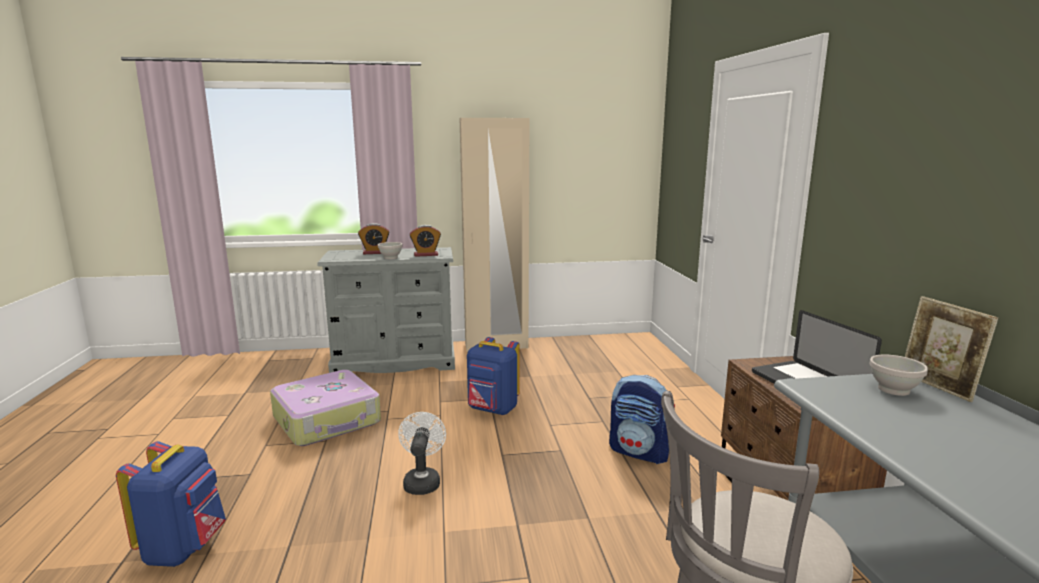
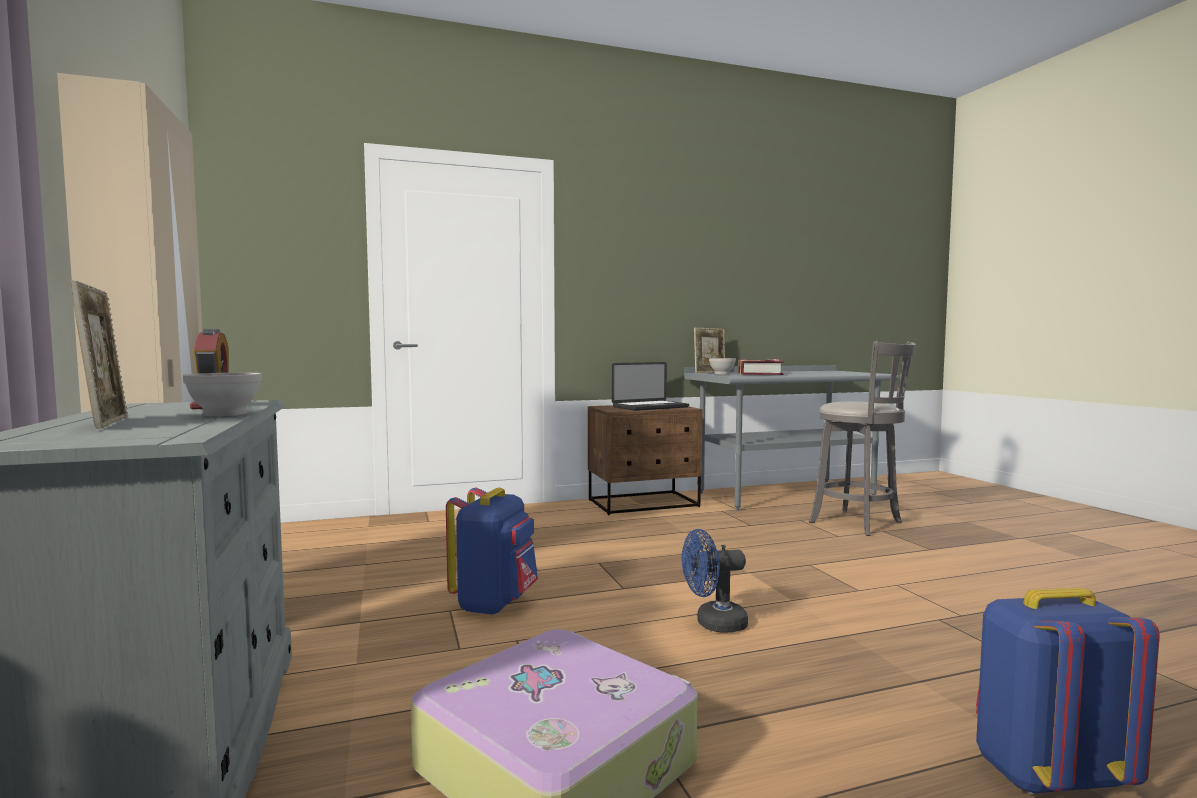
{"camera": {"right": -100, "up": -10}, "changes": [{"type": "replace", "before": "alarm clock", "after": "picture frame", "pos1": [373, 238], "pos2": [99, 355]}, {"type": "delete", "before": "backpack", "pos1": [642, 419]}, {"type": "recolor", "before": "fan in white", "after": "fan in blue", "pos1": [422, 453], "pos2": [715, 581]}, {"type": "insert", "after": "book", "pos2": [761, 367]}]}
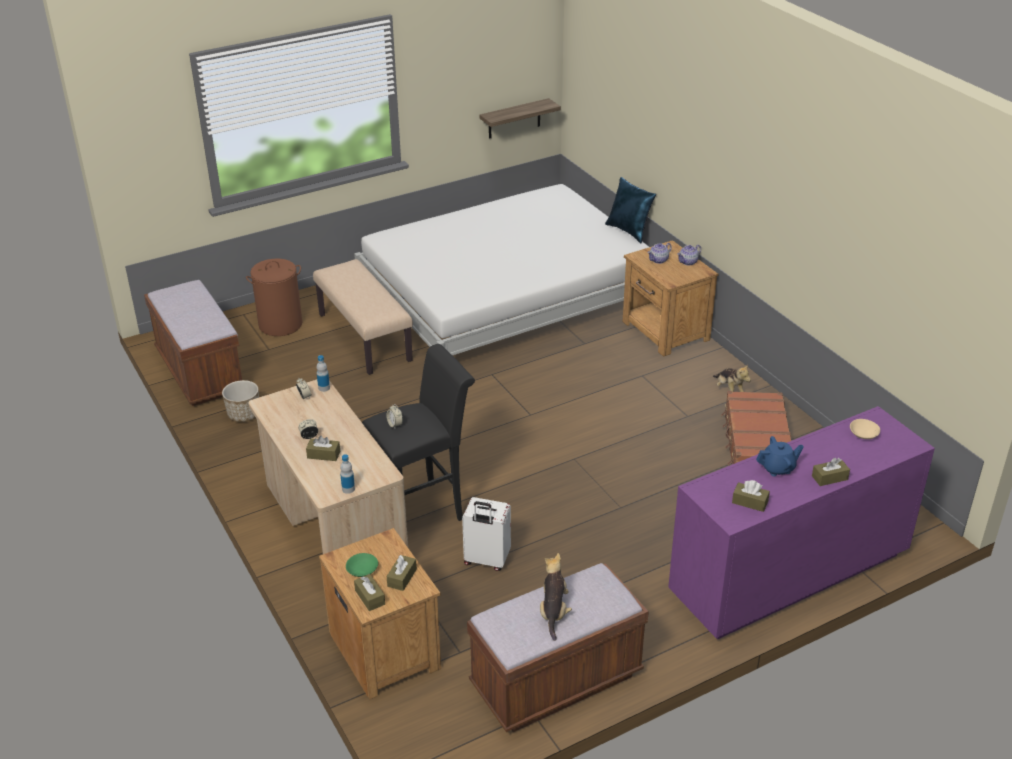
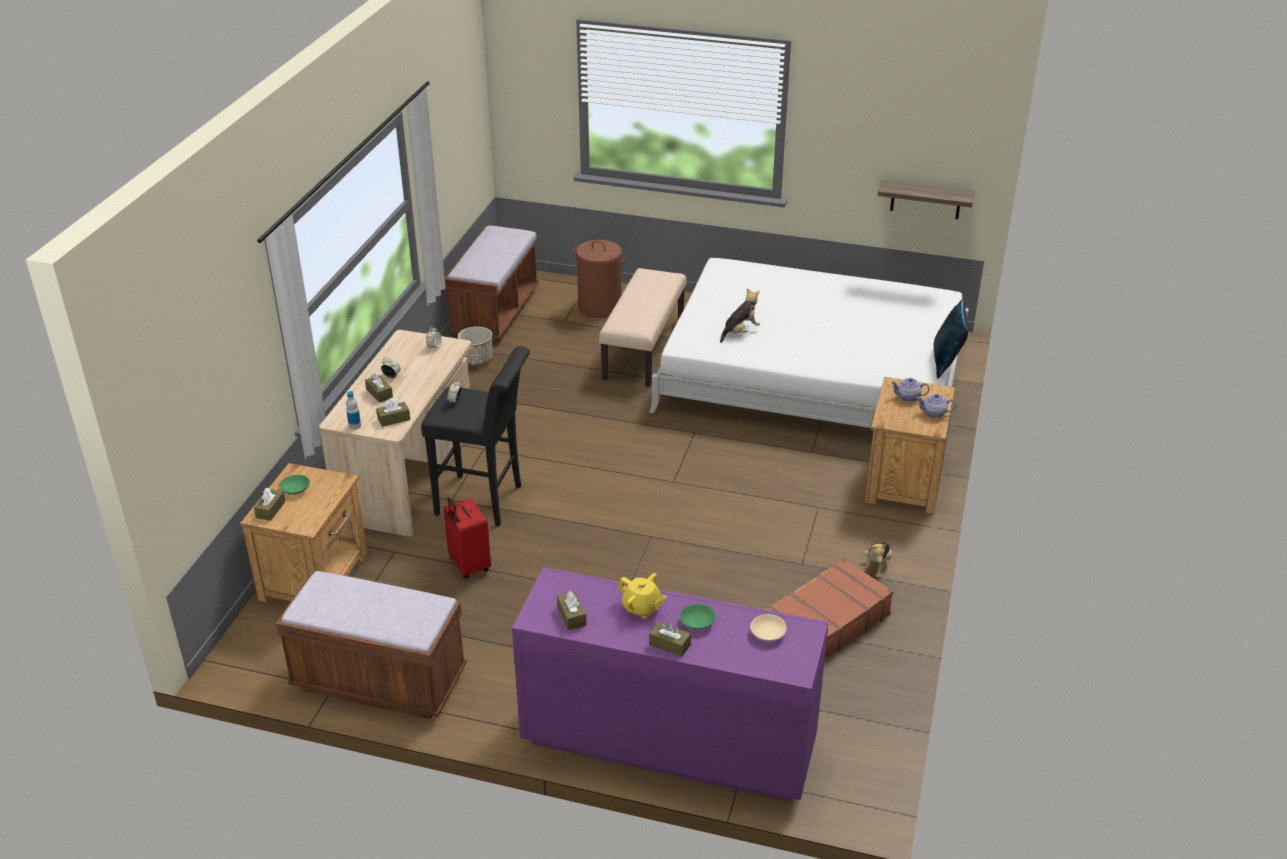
{"camera": {"right": 45, "up": 0}, "changes": [{"type": "delete", "before": "bottle", "pos1": [323, 373]}, {"type": "recolor", "before": "teapot in blue", "after": "teapot in yellow", "pos1": [780, 456], "pos2": [642, 596]}, {"type": "recolor", "before": "suitcase in white", "after": "suitcase in red", "pos1": [486, 534], "pos2": [467, 538]}, {"type": "move", "before": "plush toy", "pos1": [556, 597], "pos2": [740, 315]}, {"type": "move", "before": "tissue box in brown", "pos1": [402, 573], "pos2": [393, 412]}, {"type": "insert", "after": "bowl in green", "pos2": [697, 616]}]}
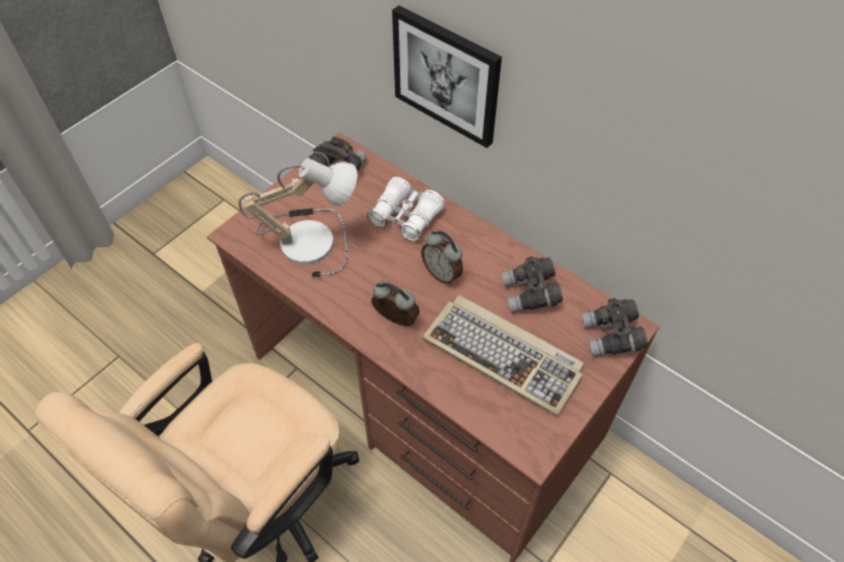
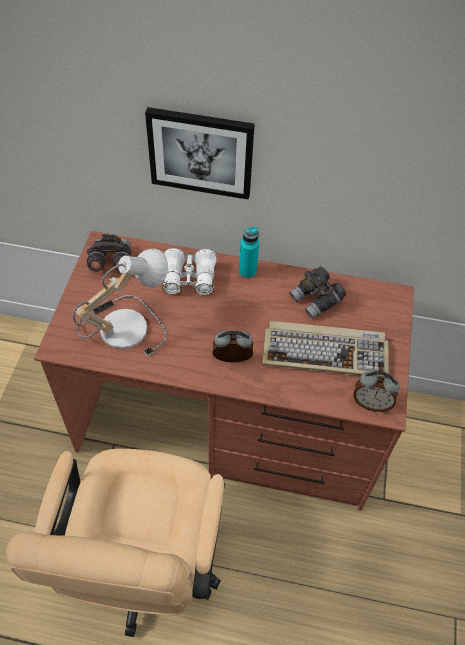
{"camera": {"right": -30, "up": 0}, "changes": [{"type": "move", "before": "alarm clock", "pos1": [442, 258], "pos2": [376, 391]}, {"type": "delete", "before": "binoculars in grey", "pos1": [614, 327]}, {"type": "insert", "after": "bottle in turquoise", "pos2": [249, 252]}]}
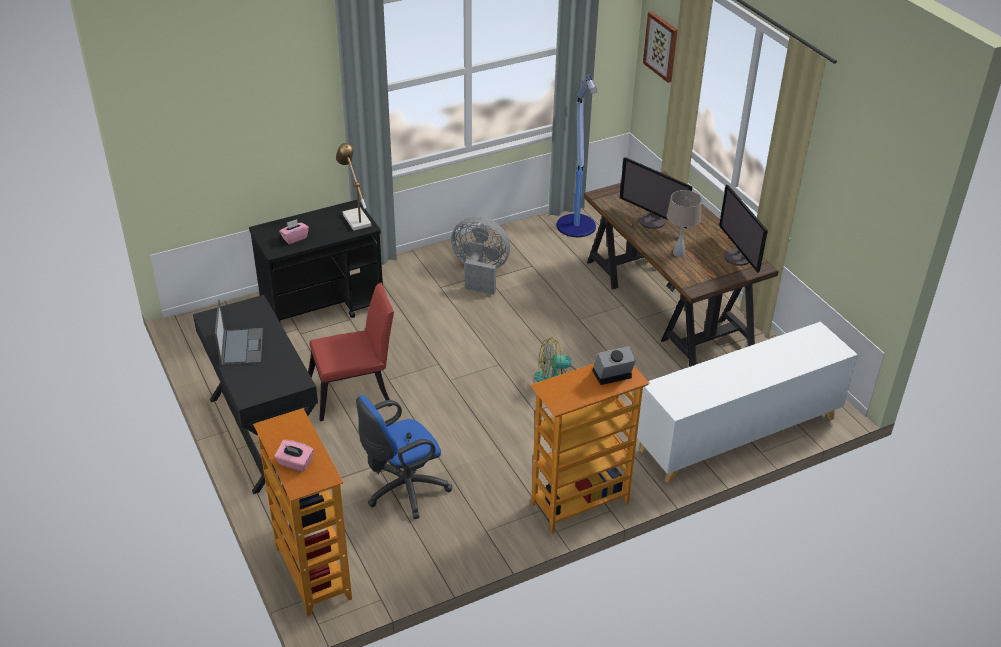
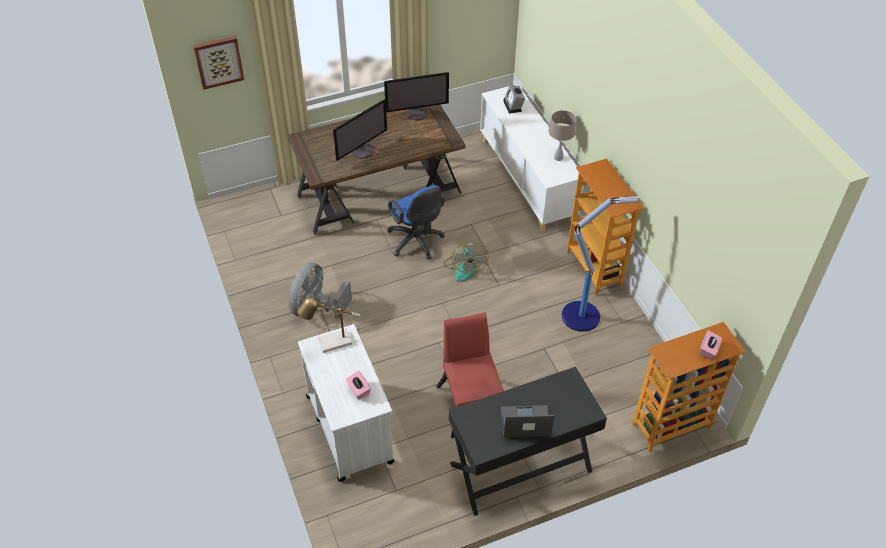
{"camera": {"right": -85, "up": 10}, "changes": [{"type": "move", "before": "floor lamp", "pos1": [576, 155], "pos2": [600, 264]}, {"type": "move", "before": "table lamp in beige", "pos1": [684, 223], "pos2": [562, 135]}, {"type": "recolor", "before": "cart in black", "after": "cart in white", "pos1": [316, 261], "pos2": [346, 403]}, {"type": "move", "before": "alarm clock", "pos1": [614, 365], "pos2": [514, 99]}, {"type": "move", "before": "office chair in blue", "pos1": [404, 457], "pos2": [416, 222]}]}
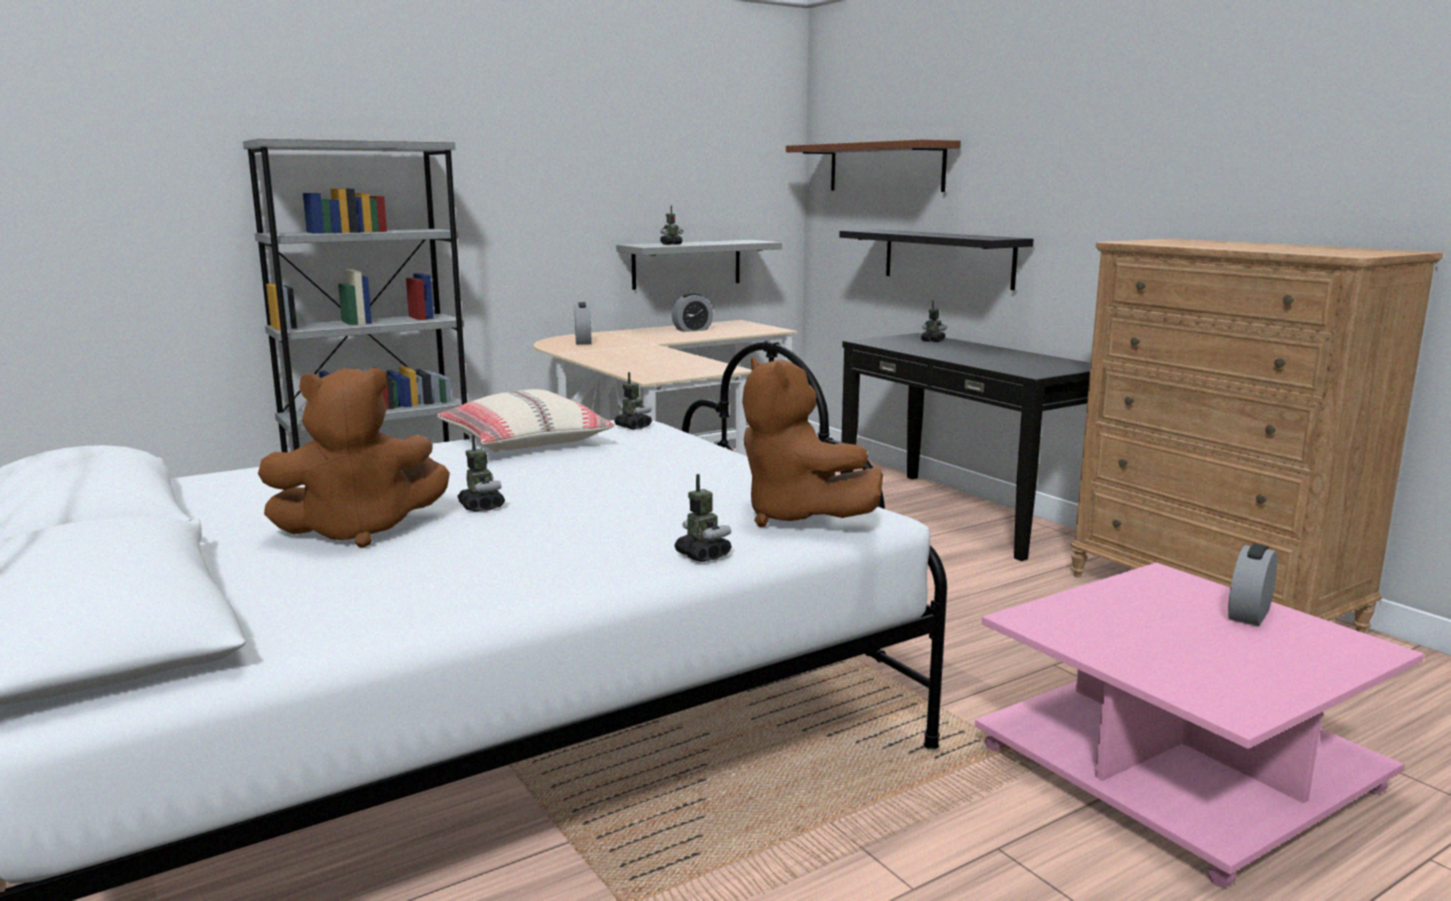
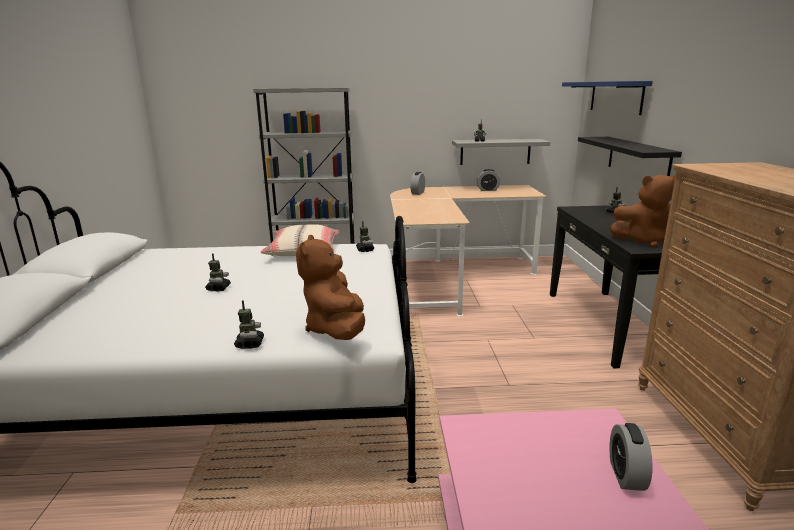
{"camera": {"right": 30, "up": 5}, "changes": [{"type": "recolor", "before": "shelf in brown", "after": "shelf in blue", "pos1": [873, 165], "pos2": [607, 98]}, {"type": "move", "before": "plush toy in brown", "pos1": [354, 458], "pos2": [642, 211]}, {"type": "rotate", "before": "alarm clock", "pos1": [1252, 584], "pos2": [631, 457], "turn": -60}]}
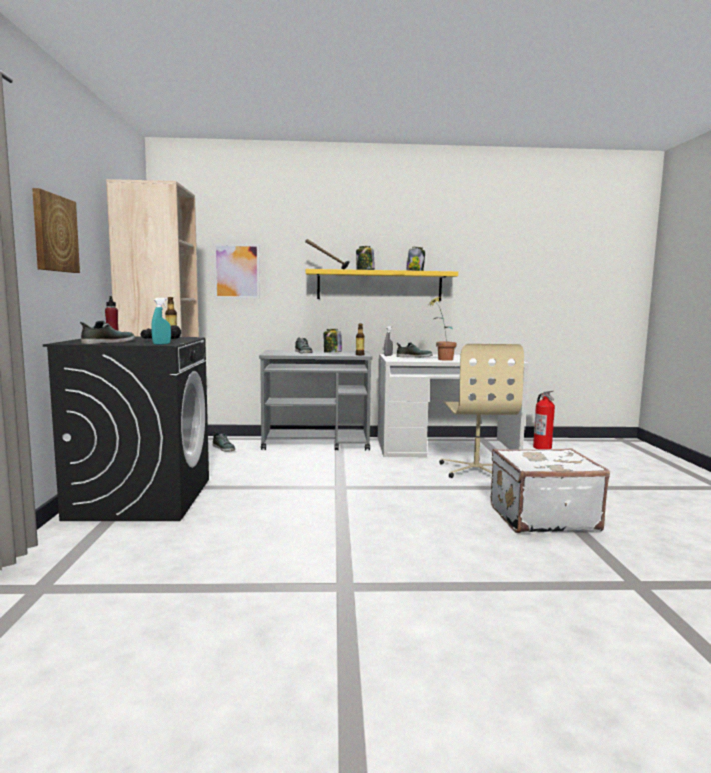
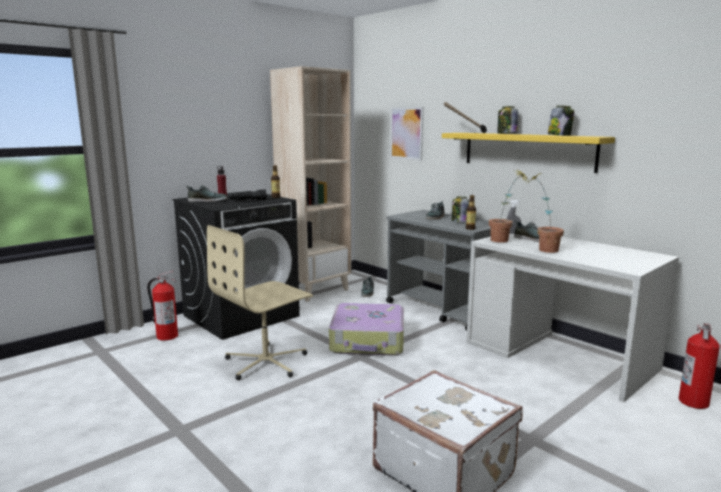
{"camera": {"right": 50, "up": 5}, "changes": [{"type": "delete", "before": "picture", "pos1": [56, 230]}, {"type": "delete", "before": "spray bottle in turquoise", "pos1": [161, 321]}, {"type": "move", "before": "office chair in beige", "pos1": [481, 411], "pos2": [260, 302]}, {"type": "insert", "after": "potted plant", "pos2": [508, 206]}, {"type": "insert", "after": "fire extinguisher", "pos2": [162, 306]}, {"type": "insert", "after": "suitcase", "pos2": [366, 329]}]}
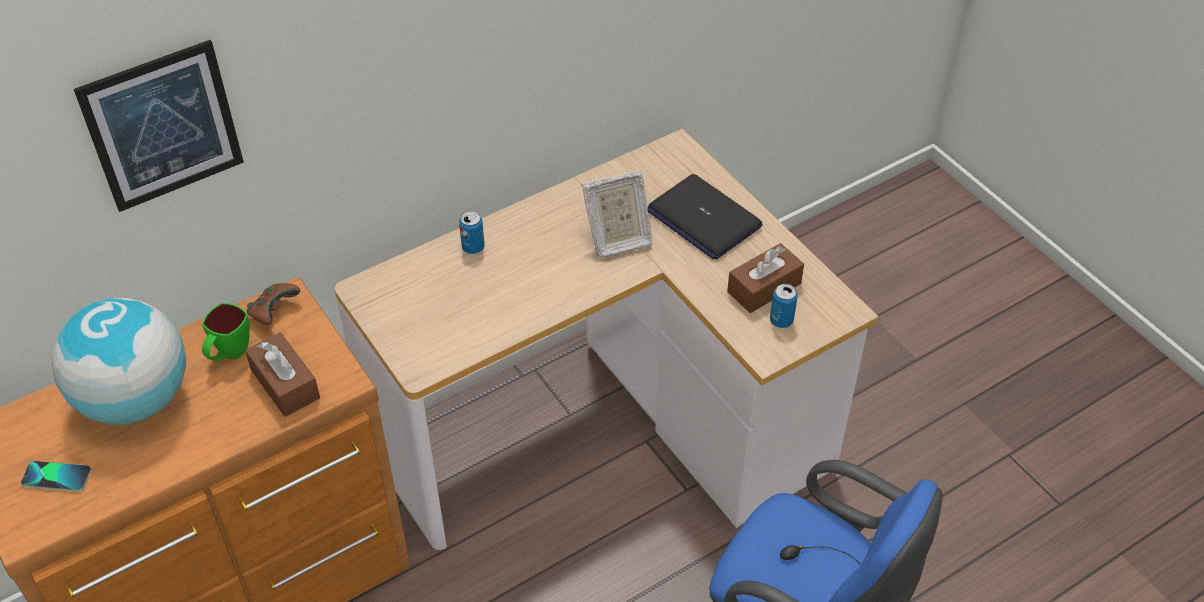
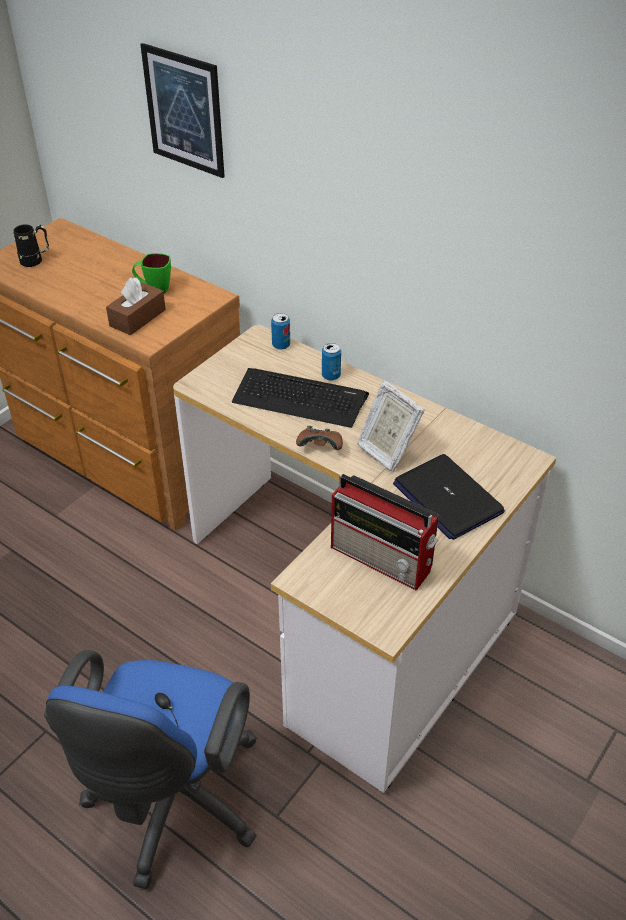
{"camera": {"right": 70, "up": -5}, "changes": [{"type": "rotate", "before": "laptop", "pos1": [705, 216], "pos2": [449, 497], "turn": -60}, {"type": "replace", "before": "tissue box in brown", "after": "radio", "pos1": [765, 278], "pos2": [385, 532]}, {"type": "move", "before": "game controller in brown", "pos1": [273, 304], "pos2": [319, 438]}, {"type": "move", "before": "can", "pos1": [784, 306], "pos2": [280, 331]}, {"type": "delete", "before": "globe", "pos1": [119, 361]}, {"type": "replace", "before": "phone", "after": "mug in black", "pos1": [56, 476], "pos2": [31, 245]}, {"type": "insert", "after": "keyboard", "pos2": [300, 398]}]}
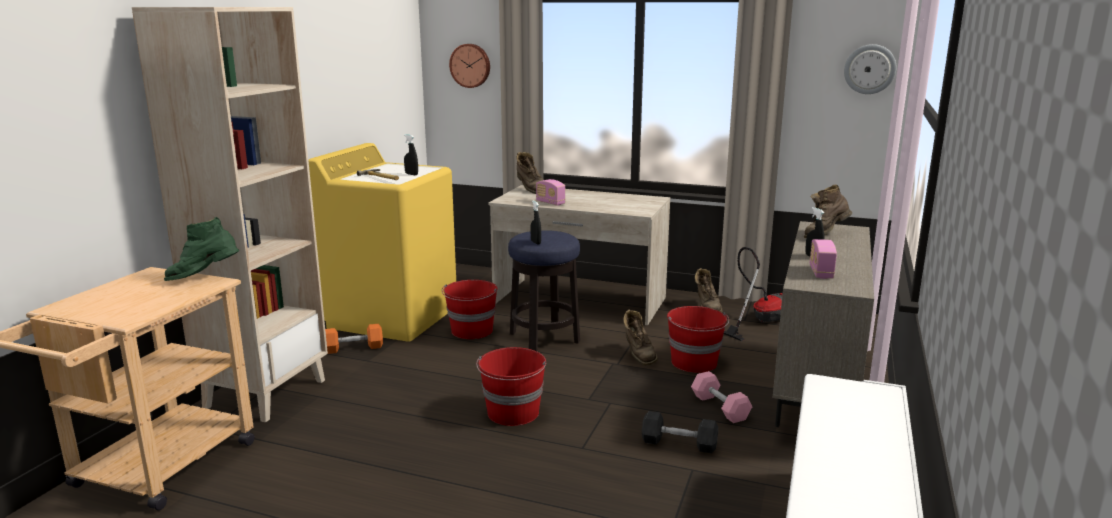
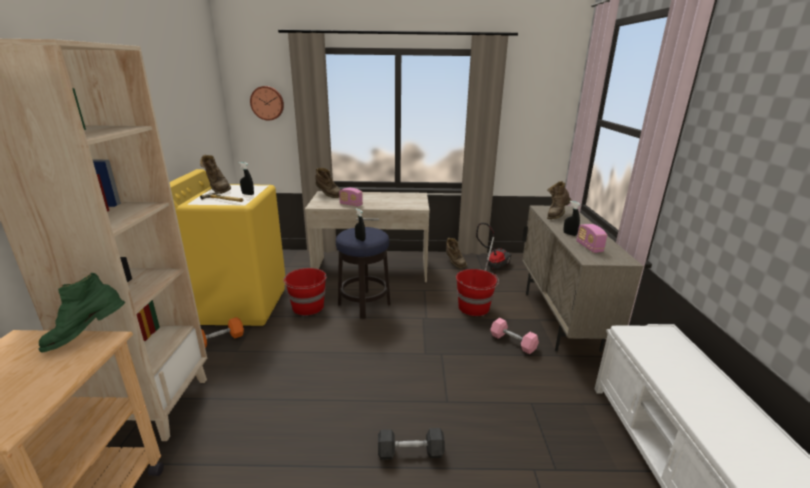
{"camera": {"right": -20, "up": 5}, "changes": [{"type": "delete", "before": "wall clock", "pos1": [870, 69]}, {"type": "move", "before": "boot in brown", "pos1": [640, 338], "pos2": [215, 174]}, {"type": "delete", "before": "bucket in red", "pos1": [511, 386]}, {"type": "move", "before": "dumbbell in grey", "pos1": [680, 432], "pos2": [411, 444]}]}
